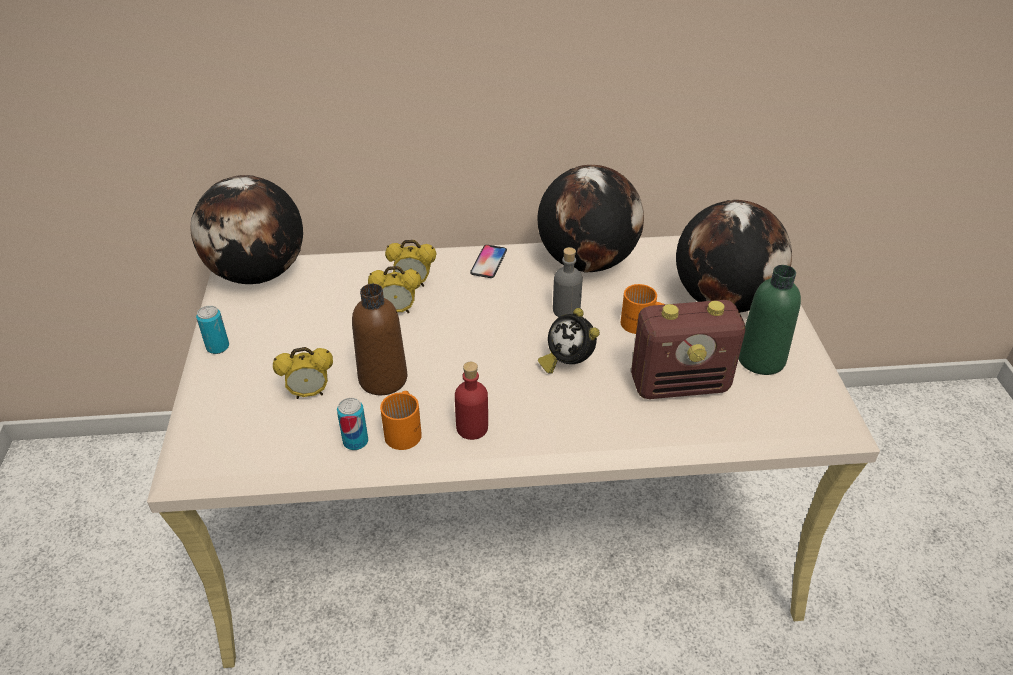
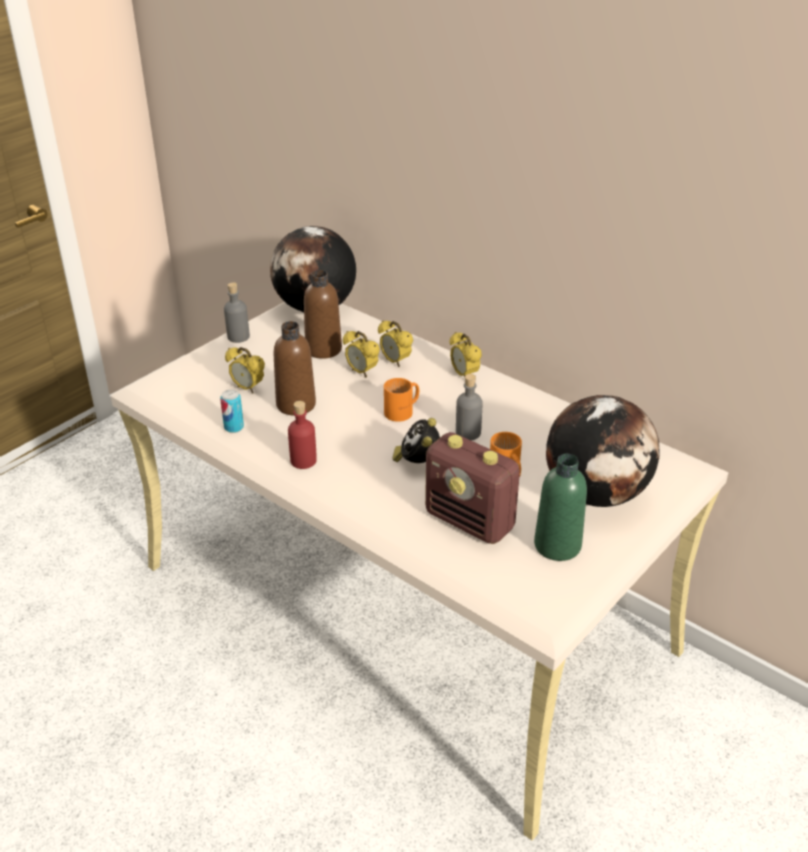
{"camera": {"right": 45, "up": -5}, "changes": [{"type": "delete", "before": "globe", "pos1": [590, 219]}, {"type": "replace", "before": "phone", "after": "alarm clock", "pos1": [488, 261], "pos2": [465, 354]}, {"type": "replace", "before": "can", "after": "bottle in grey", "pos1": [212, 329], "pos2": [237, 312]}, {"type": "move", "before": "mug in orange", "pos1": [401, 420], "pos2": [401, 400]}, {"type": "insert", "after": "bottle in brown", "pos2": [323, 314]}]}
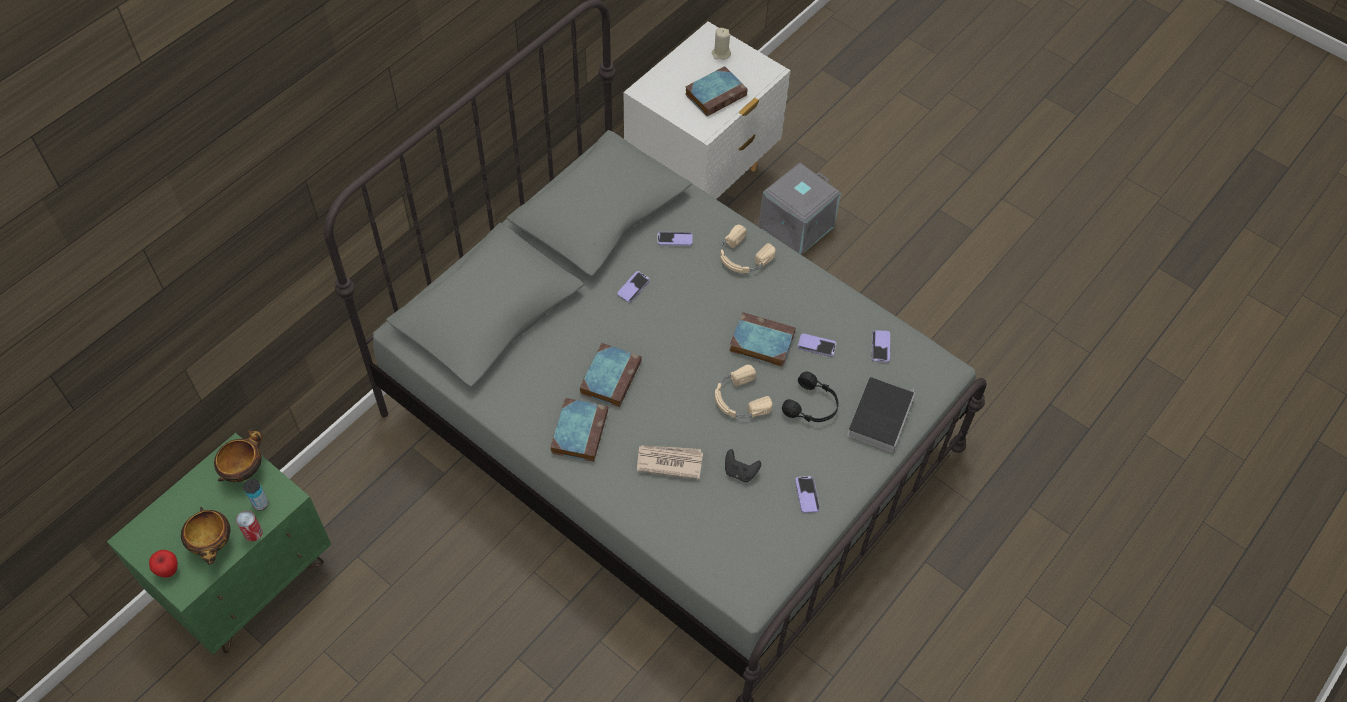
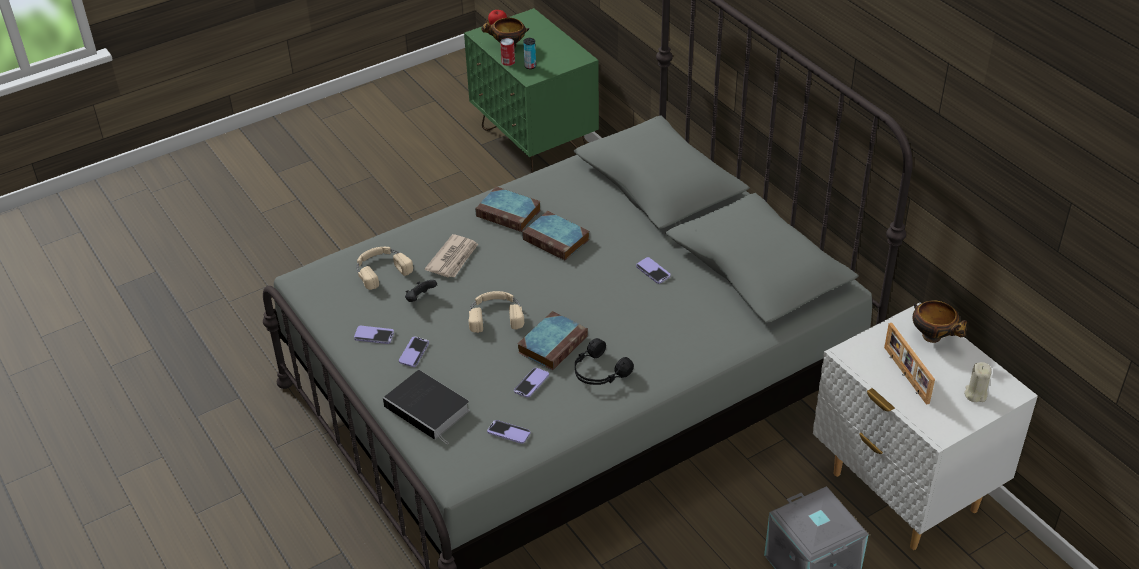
{"camera": {"right": 110, "up": -15}, "changes": [{"type": "replace", "before": "book", "after": "picture frame", "pos1": [716, 91], "pos2": [909, 364]}, {"type": "move", "before": "headphones in beige", "pos1": [748, 249], "pos2": [385, 268]}, {"type": "move", "before": "phone", "pos1": [674, 239], "pos2": [414, 351]}, {"type": "move", "before": "headphones in black", "pos1": [810, 396], "pos2": [604, 361]}, {"type": "move", "before": "bowl", "pos1": [239, 455], "pos2": [940, 322]}]}
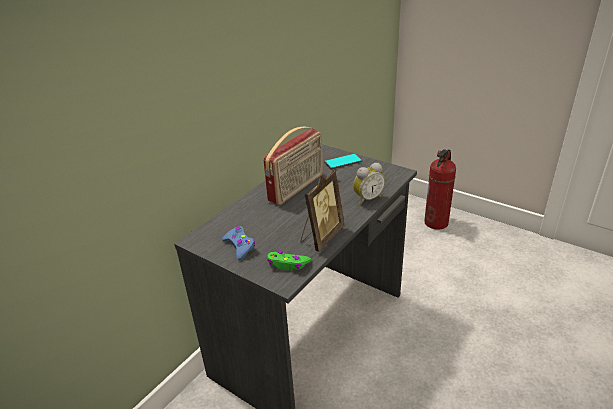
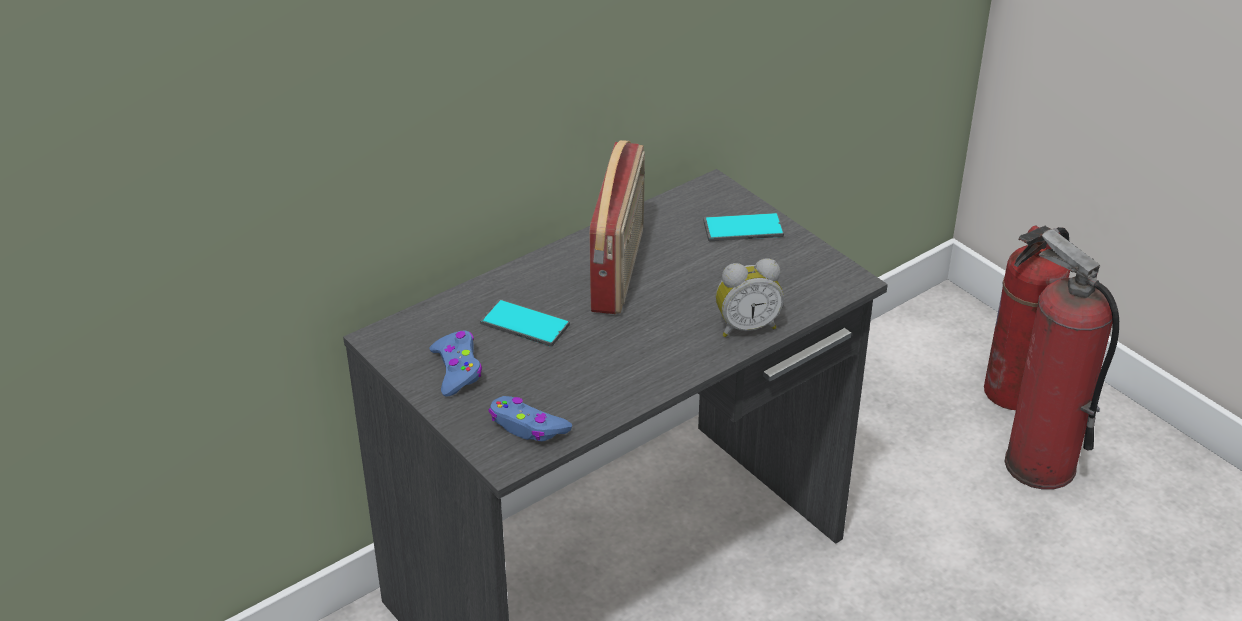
{"camera": {"right": 15, "up": 5}, "changes": [{"type": "rotate", "before": "radio", "pos1": [293, 166], "pos2": [617, 227], "turn": -45}, {"type": "delete", "before": "picture frame", "pos1": [322, 211]}, {"type": "recolor", "before": "game controller in green", "after": "game controller in blue", "pos1": [289, 260], "pos2": [530, 418]}, {"type": "insert", "after": "fire extinguisher", "pos2": [1062, 359]}, {"type": "insert", "after": "phone", "pos2": [525, 323]}]}
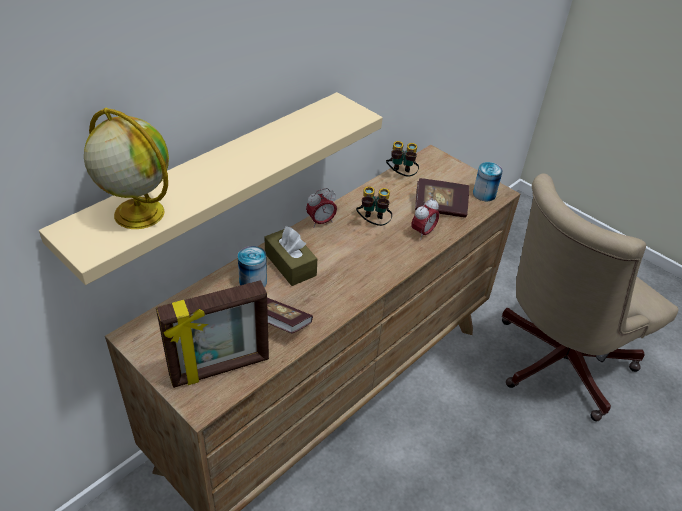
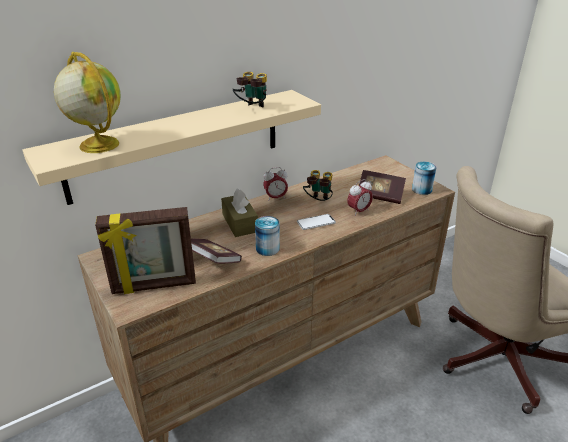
{"camera": {"right": 15, "up": -10}, "changes": [{"type": "move", "before": "binoculars", "pos1": [402, 159], "pos2": [250, 89]}, {"type": "move", "before": "can", "pos1": [252, 267], "pos2": [267, 236]}, {"type": "insert", "after": "phone", "pos2": [316, 222]}]}
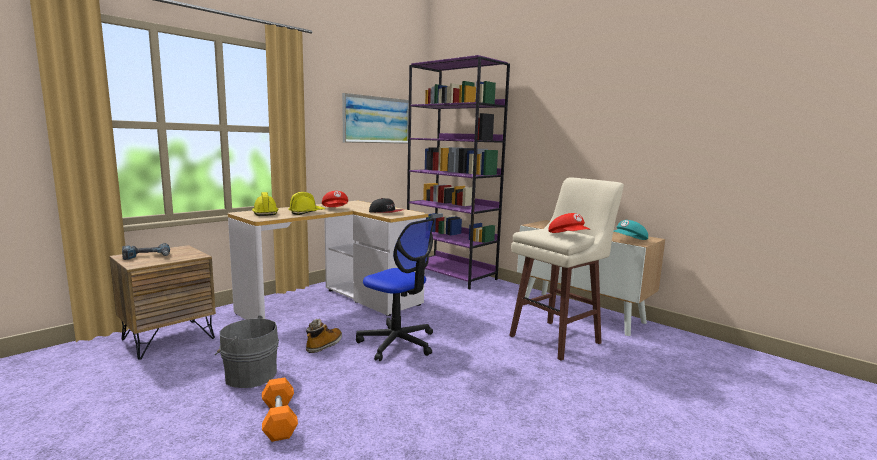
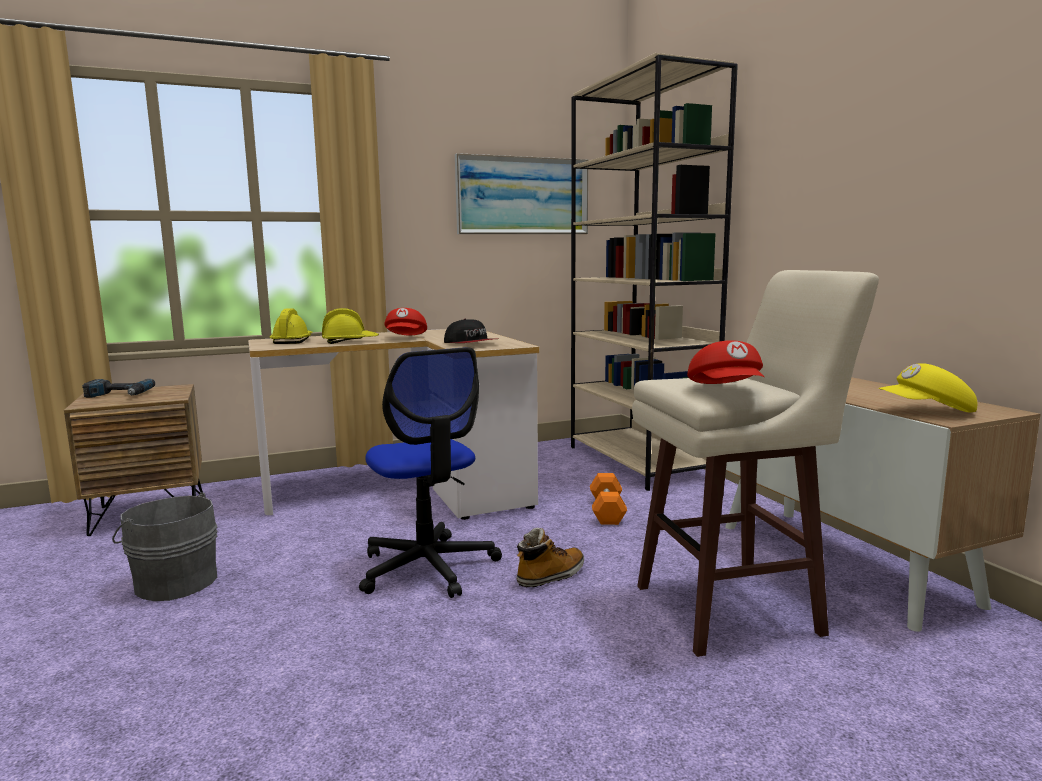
{"camera": {"right": 25, "up": 0}, "changes": [{"type": "recolor", "before": "bookcase in purple", "after": "bookcase in beige", "pos1": [458, 172], "pos2": [654, 272]}, {"type": "recolor", "before": "cap in turquoise", "after": "cap in yellow", "pos1": [630, 230], "pos2": [928, 387]}, {"type": "move", "before": "boot", "pos1": [324, 336], "pos2": [550, 557]}, {"type": "move", "before": "dumbbell in orange", "pos1": [280, 410], "pos2": [608, 499]}]}
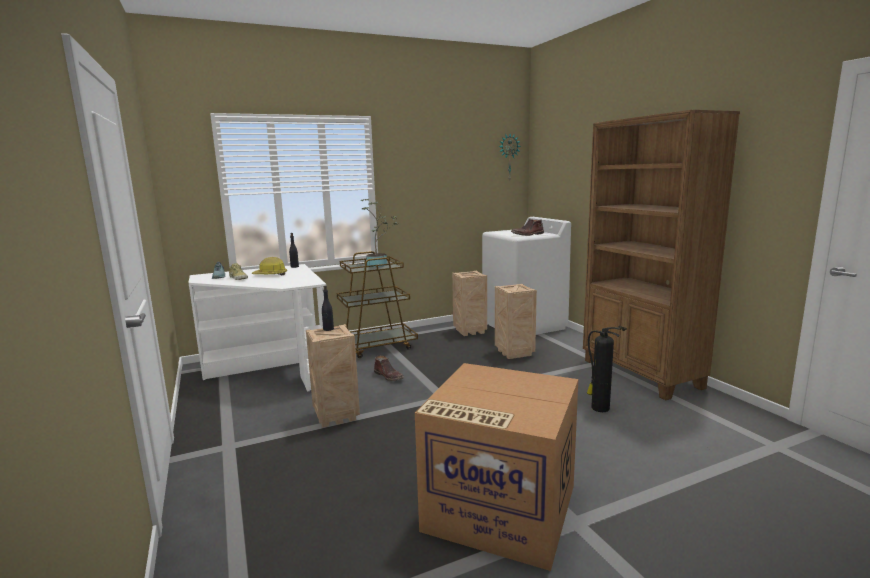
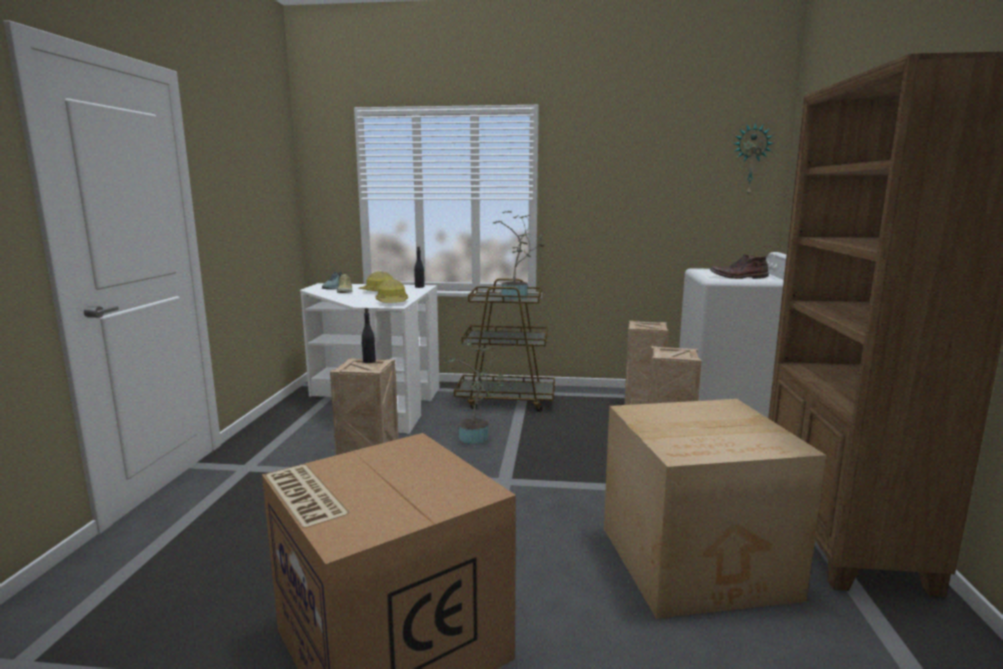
{"camera": {"right": 30, "up": 0}, "changes": [{"type": "replace", "before": "fire extinguisher", "after": "cardboard box", "pos1": [603, 369], "pos2": [715, 509]}, {"type": "replace", "before": "boot in brown", "after": "potted plant", "pos1": [389, 368], "pos2": [474, 393]}, {"type": "insert", "after": "hard hat", "pos2": [391, 291]}]}
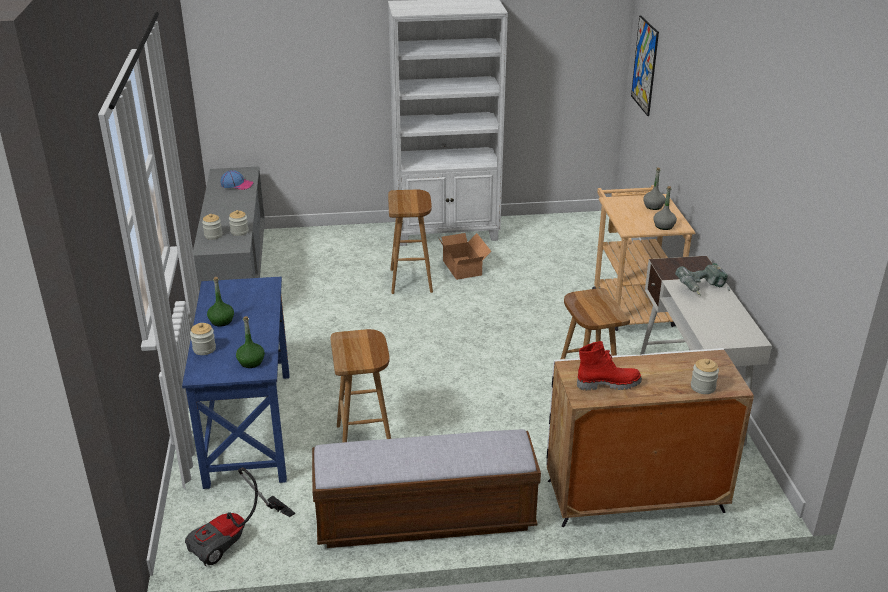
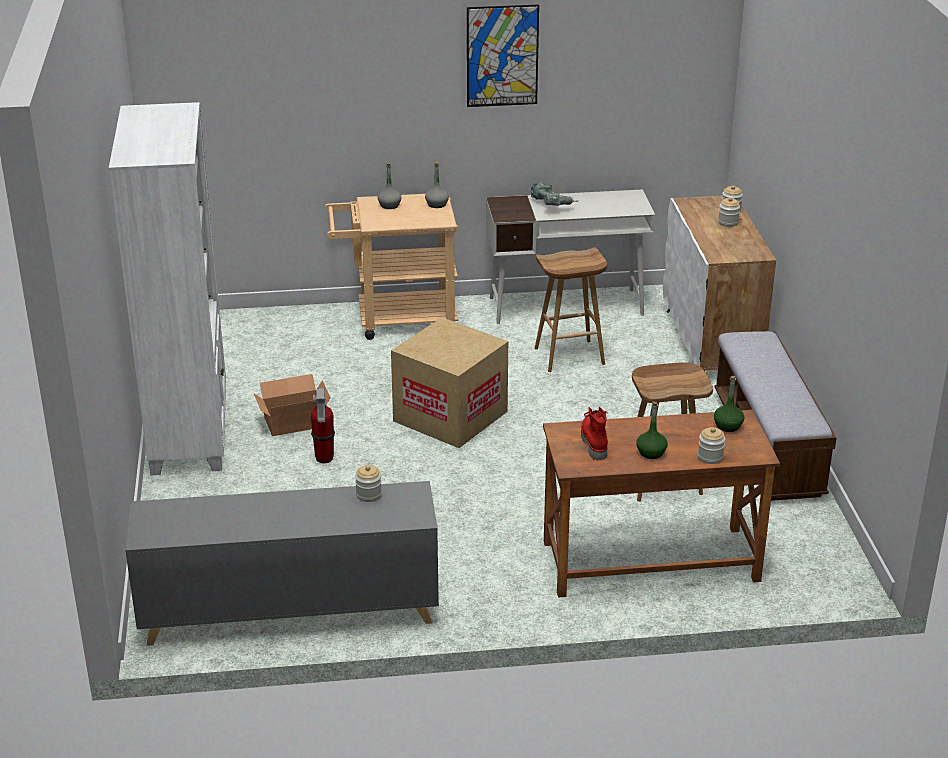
{"camera": {"right": -90, "up": 0}, "changes": [{"type": "move", "before": "picture", "pos1": [645, 65], "pos2": [503, 55]}, {"type": "delete", "before": "cap", "pos1": [237, 180]}, {"type": "replace", "before": "stool in brown", "after": "fire extinguisher", "pos1": [410, 242], "pos2": [323, 425]}, {"type": "move", "before": "jar", "pos1": [212, 227], "pos2": [729, 212]}, {"type": "recolor", "before": "desk in blue", "after": "desk in brown", "pos1": [236, 383], "pos2": [661, 503]}, {"type": "move", "before": "boot in red", "pos1": [609, 366], "pos2": [594, 433]}, {"type": "delete", "before": "vacuum cleaner", "pos1": [240, 516]}, {"type": "insert", "after": "cardboard box", "pos2": [449, 383]}]}
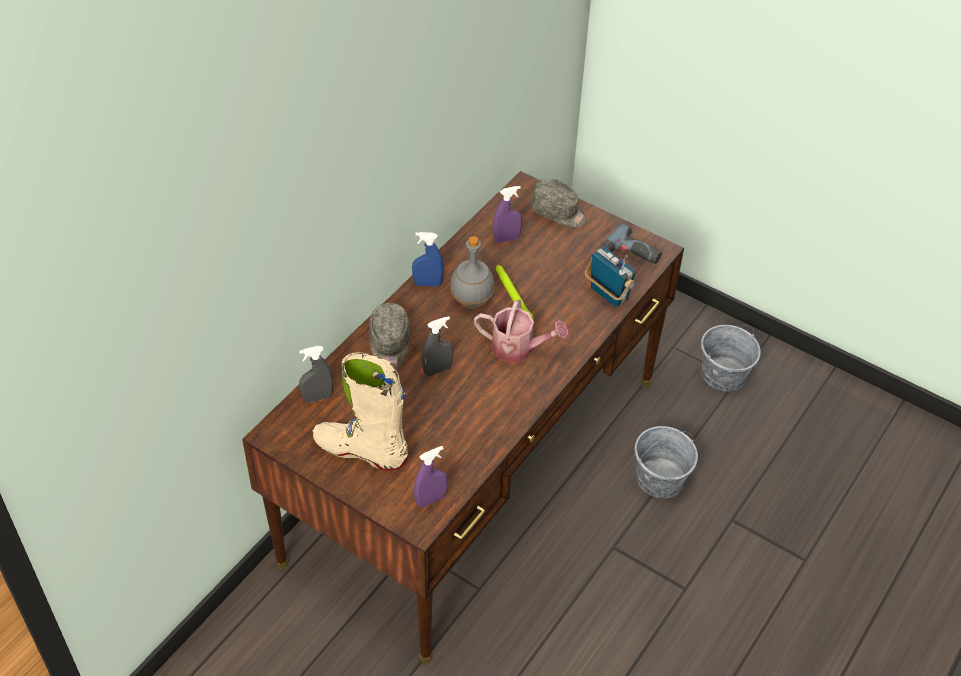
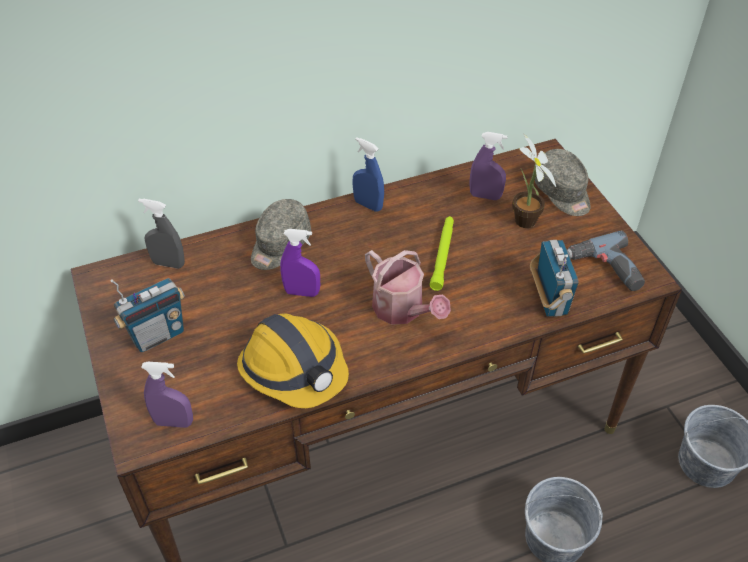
{"camera": {"right": 35, "up": 0}, "changes": [{"type": "delete", "before": "bottle in grey", "pos1": [472, 272]}, {"type": "recolor", "before": "spray bottle in grey", "after": "spray bottle in purple", "pos1": [438, 346], "pos2": [300, 263]}, {"type": "replace", "before": "boot in beige", "after": "radio", "pos1": [360, 411], "pos2": [147, 315]}, {"type": "insert", "after": "potted plant", "pos2": [534, 180]}, {"type": "insert", "after": "hard hat", "pos2": [293, 360]}]}
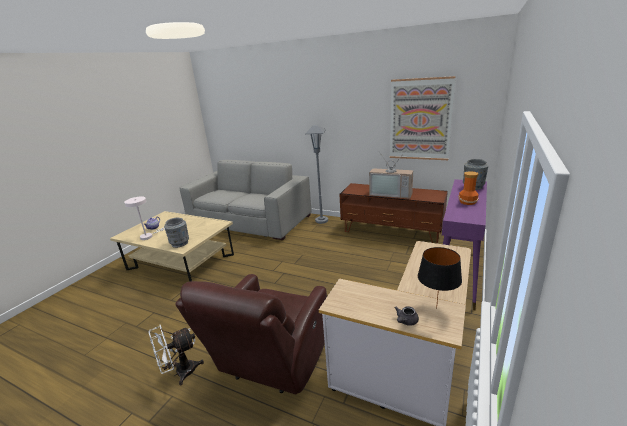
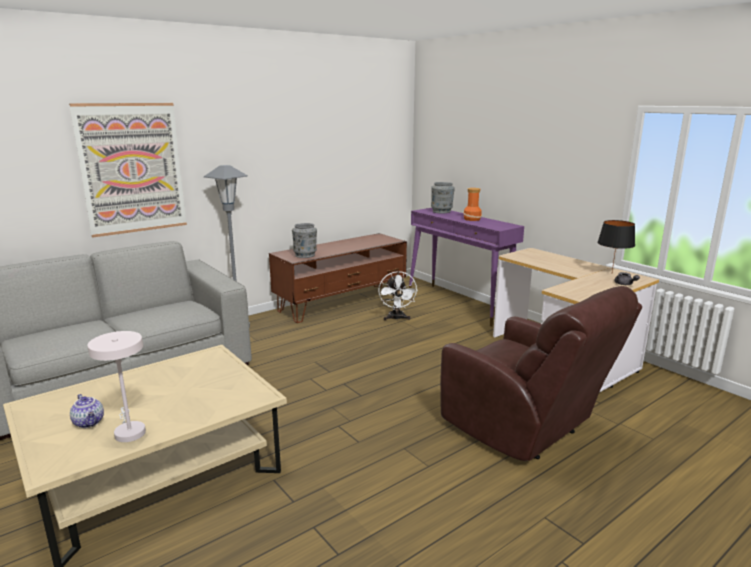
{"camera": {"right": -65, "up": -5}, "changes": [{"type": "move", "before": "picture", "pos1": [423, 118], "pos2": [128, 170]}, {"type": "delete", "before": "television", "pos1": [391, 174]}, {"type": "move", "before": "vase in grey", "pos1": [176, 233], "pos2": [304, 240]}, {"type": "move", "before": "fan in white", "pos1": [176, 355], "pos2": [398, 296]}]}
